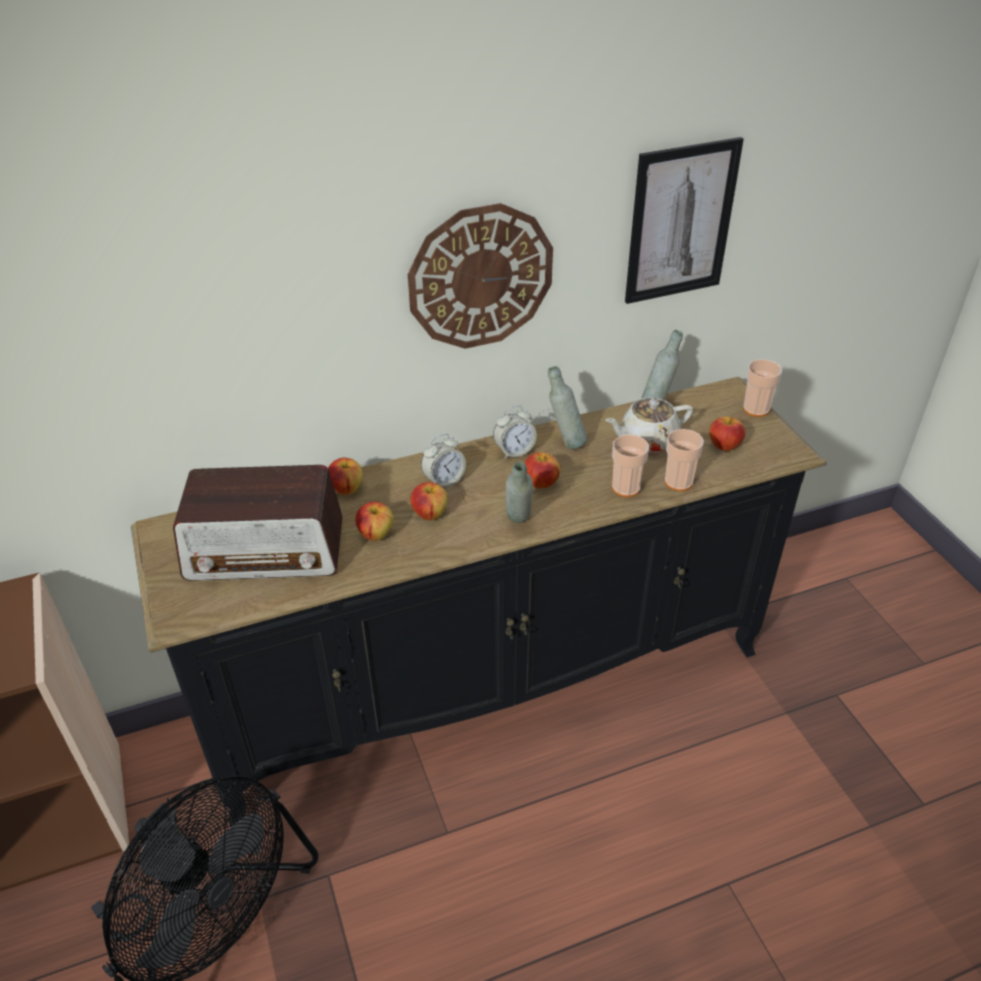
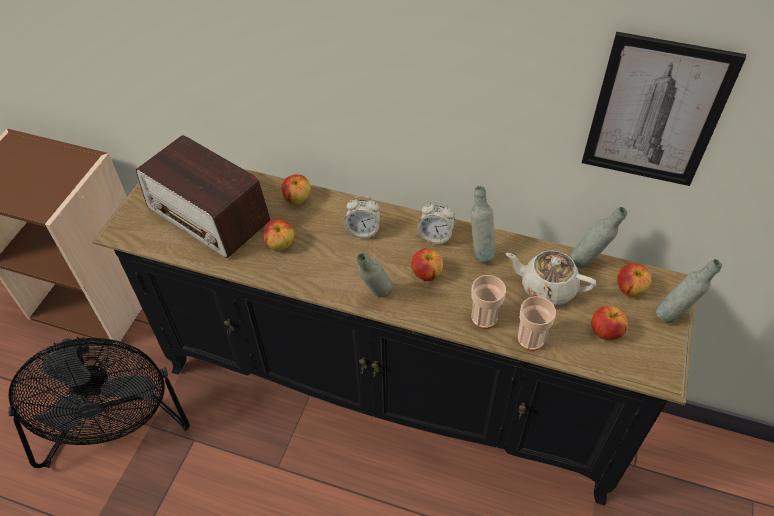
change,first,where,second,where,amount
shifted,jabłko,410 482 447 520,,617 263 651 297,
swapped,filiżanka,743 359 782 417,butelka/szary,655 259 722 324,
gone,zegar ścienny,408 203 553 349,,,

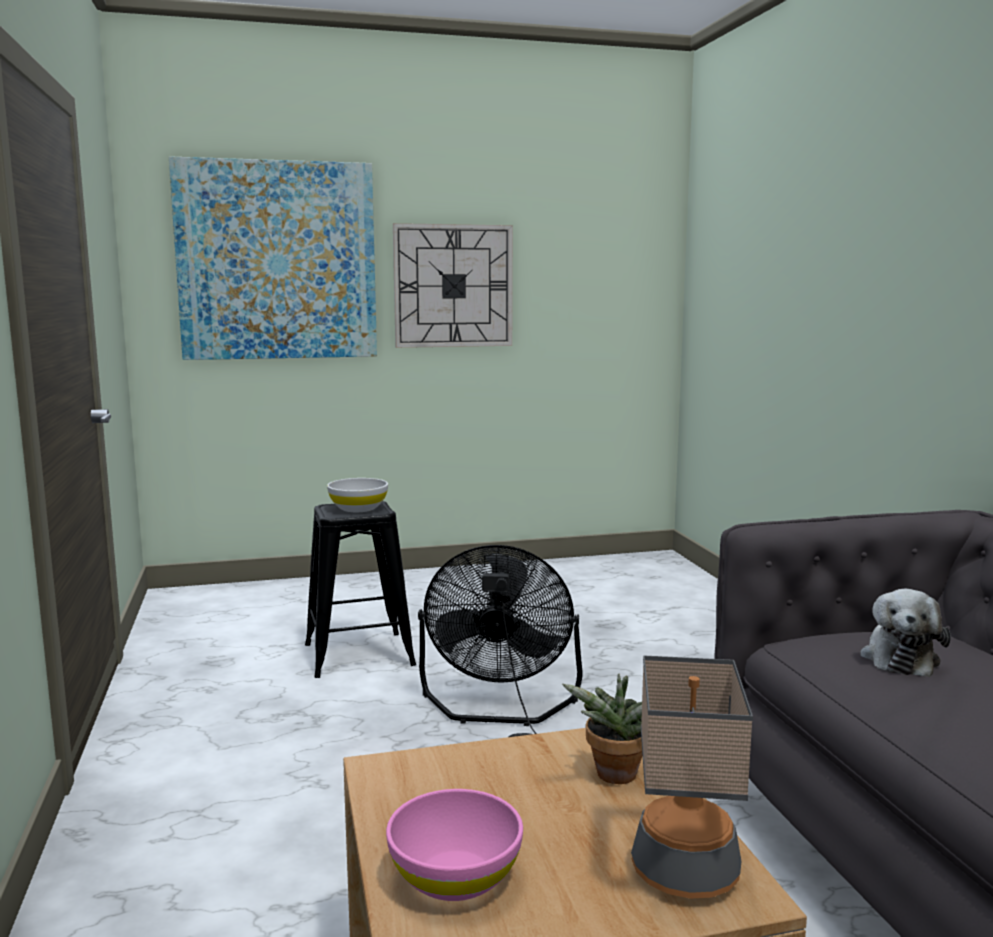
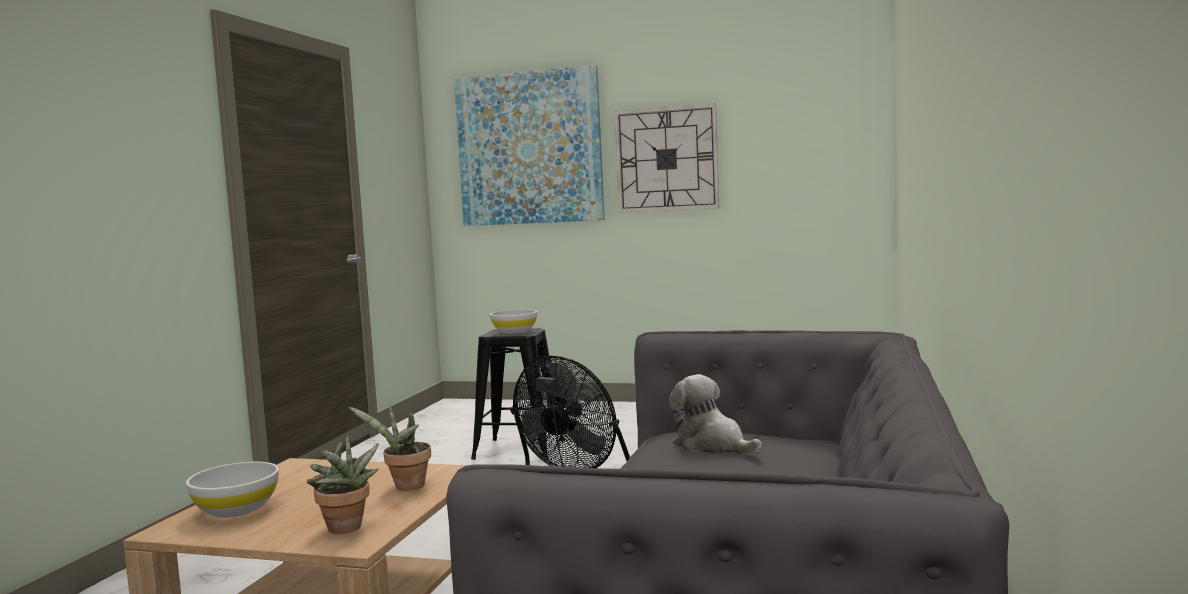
change,first,where,second,where,amount
repainted,miska/różowy,386 789 523 901,miska/biały,186 462 279 517,
swapped,lampa stołowa,631 655 753 899,roślina doniczkowa,307 435 379 534,
rotated,pluszak,860 589 951 677,,669 374 762 455,90 degrees clockwise

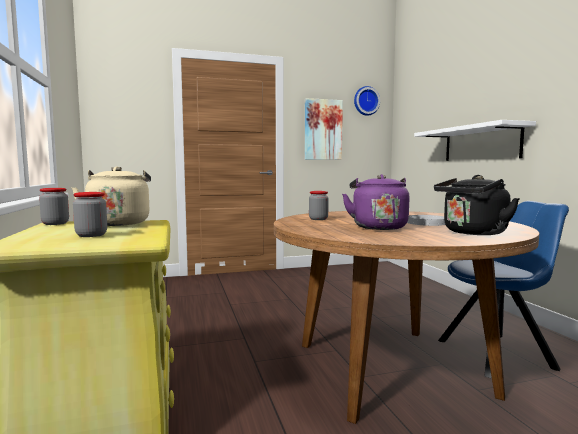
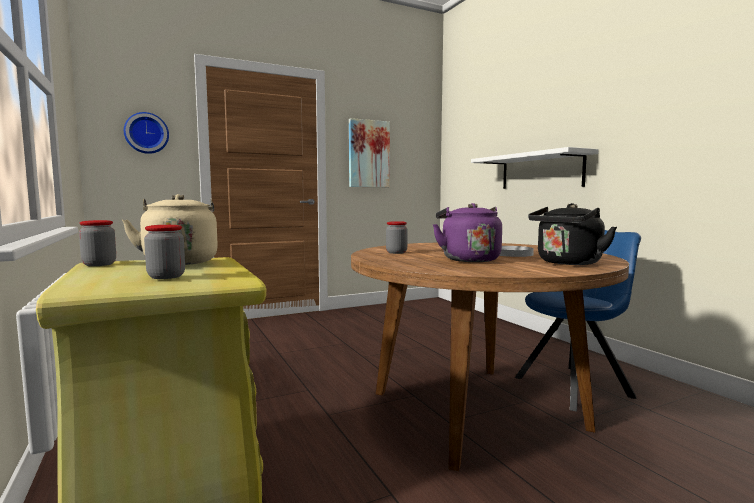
change,first,where,second,where,amount
shifted,zegar ścienny,354 86 380 116,,124 112 169 154,

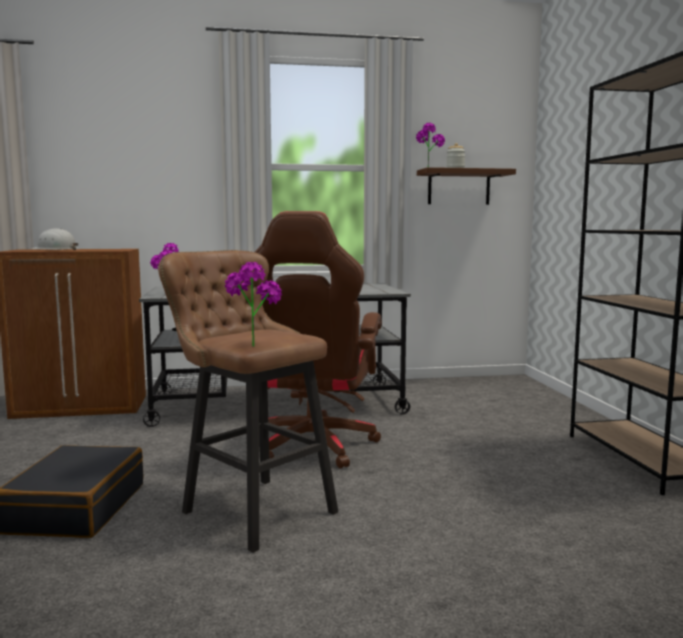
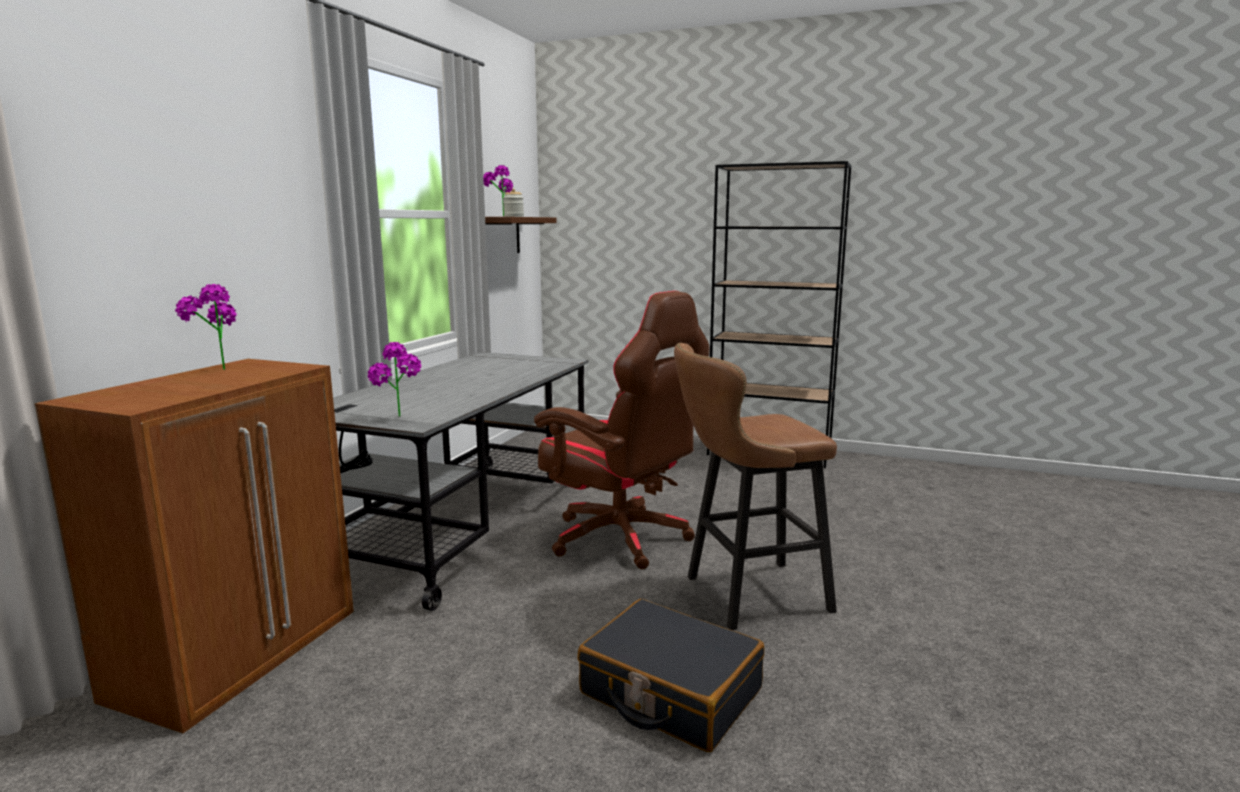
change,first,where,second,where,amount
shifted,roślina doniczkowa,225 262 282 347,,175 284 237 370,
gone,kask/biały,30 228 78 250,,,

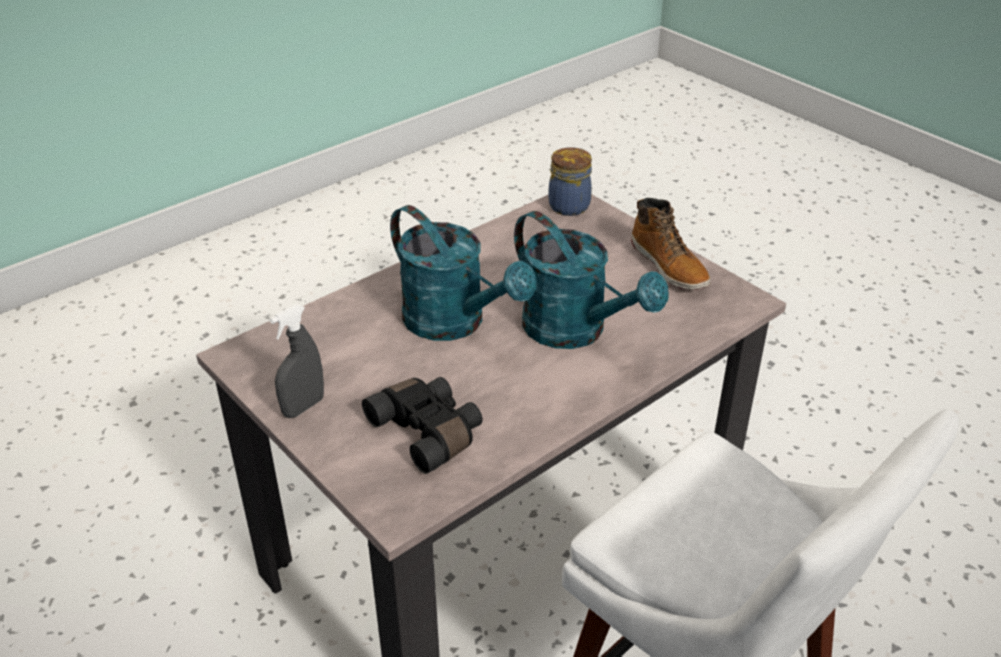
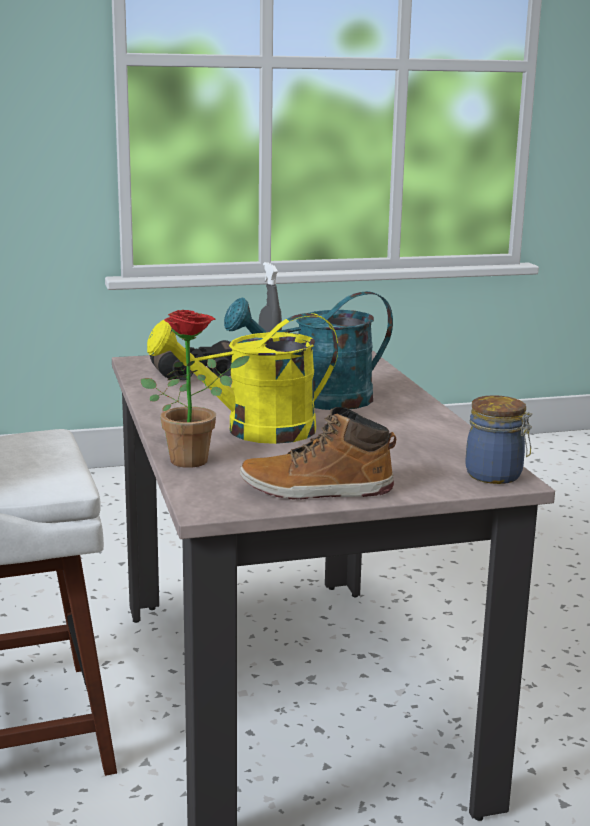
change,first,where,second,where,amount
new,,,roślina doniczkowa,141 310 250 468,
repainted,konewka/turkusowy,514 211 668 349,konewka/żółty,147 313 338 444,

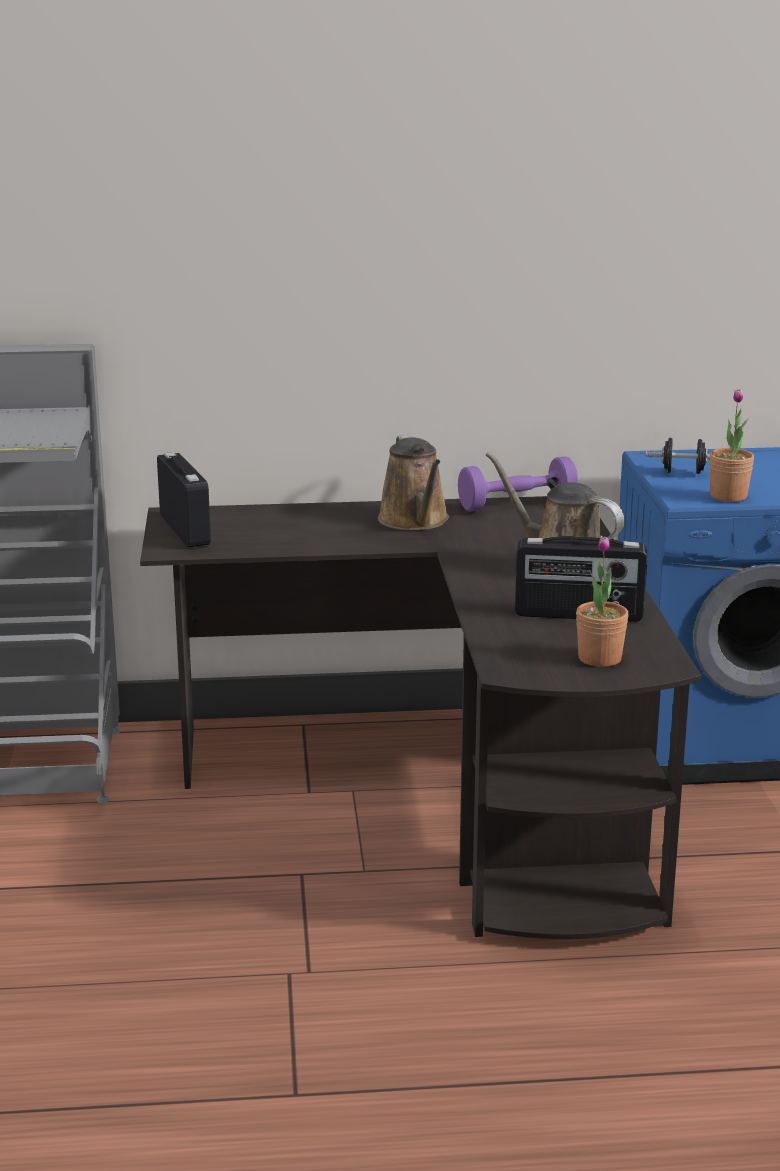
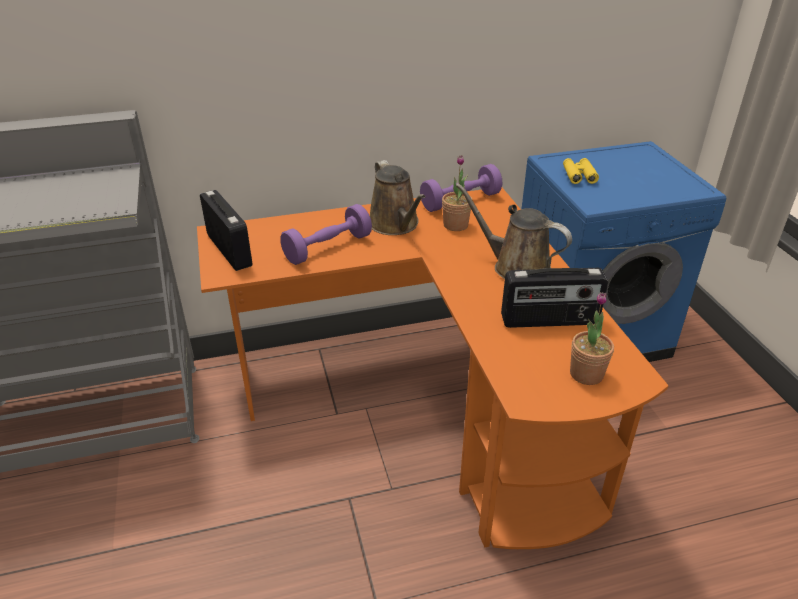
change,first,where,second,where,amount
repainted,biurko/czarny,140 496 701 939,biurko/pomarańczowy,197 188 669 549,
new,,,hantel/fioletowy,280 204 372 265,
shifted,roślina doniczkowa,709 389 754 502,,442 155 472 231,
swapped,hantel/czarny,646 438 710 474,lornetka/żółty,563 158 599 184,

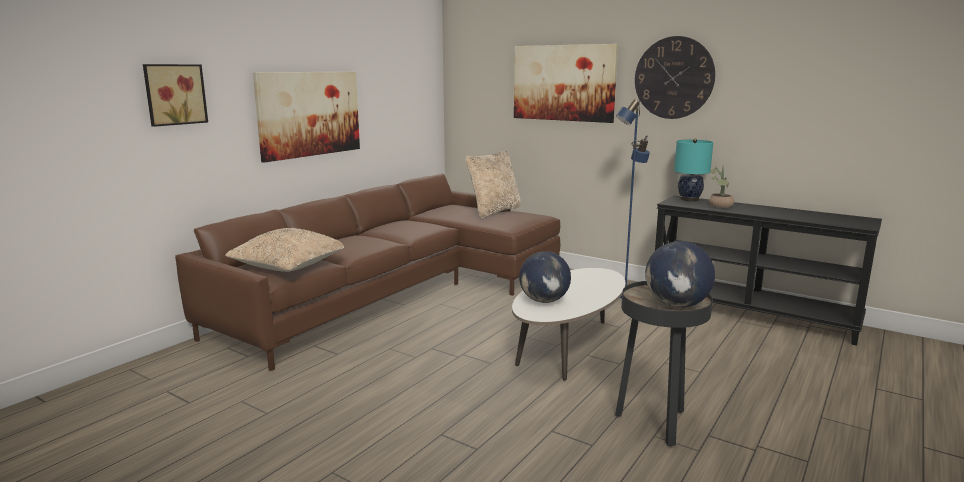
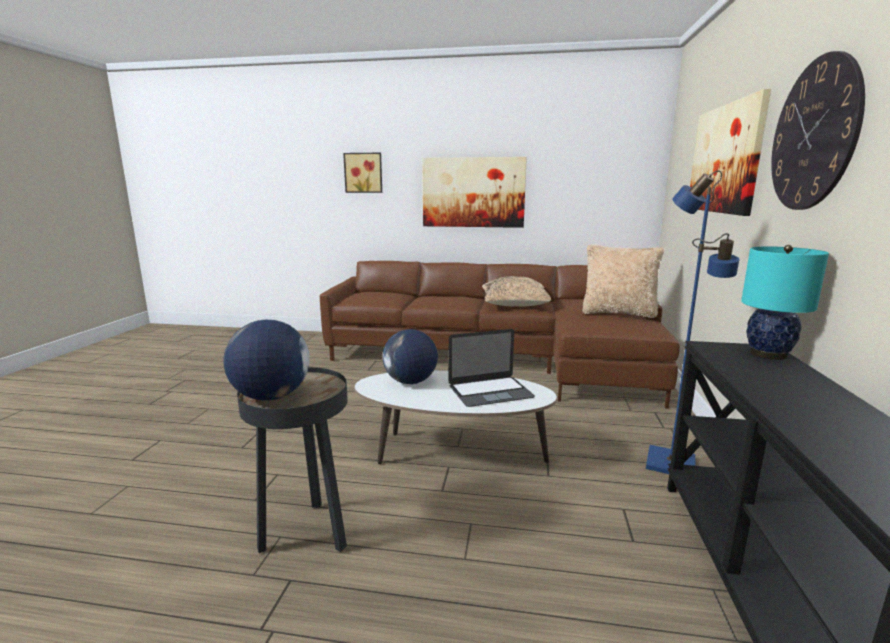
change,first,where,second,where,amount
new,,,laptop,449 329 535 407,
shifted,poduszka/beżowy,225 228 344 272,,482 276 552 307,
gone,roślina doniczkowa,709 165 734 208,,,

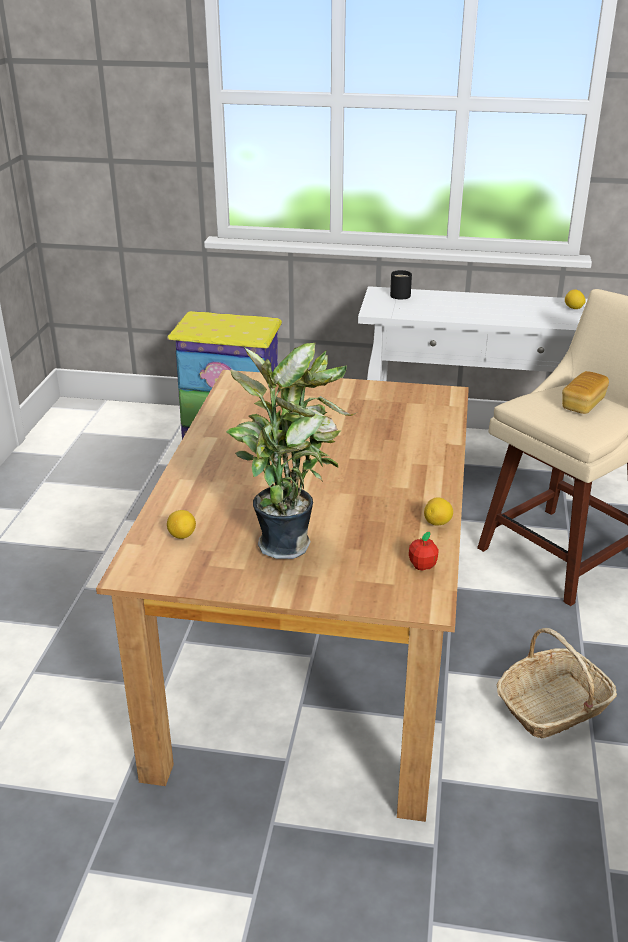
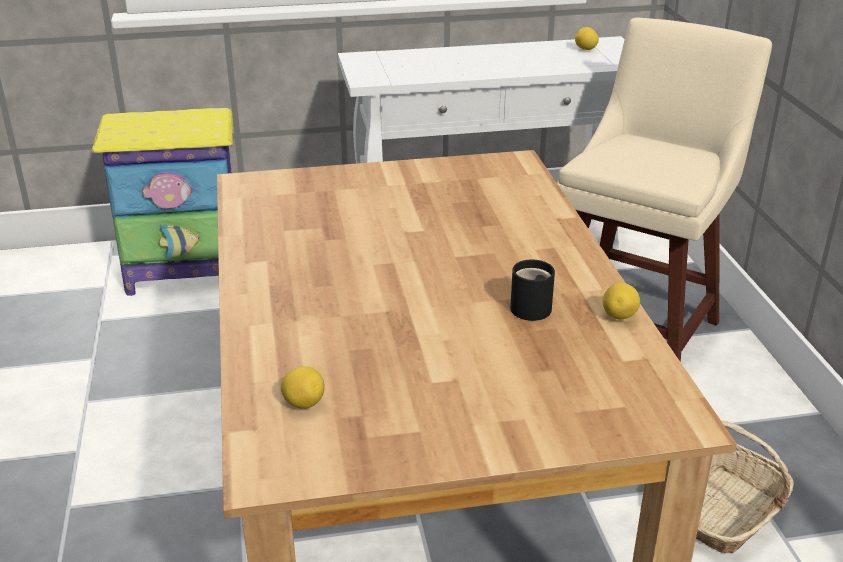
change,first,where,second,where,amount
shifted,kubek/czarny,390 270 412 299,,510 260 555 321,
gone,roślina doniczkowa,226 343 356 559,,,
gone,jabłko,409 532 439 570,,,
gone,chleb,562 371 609 414,,,

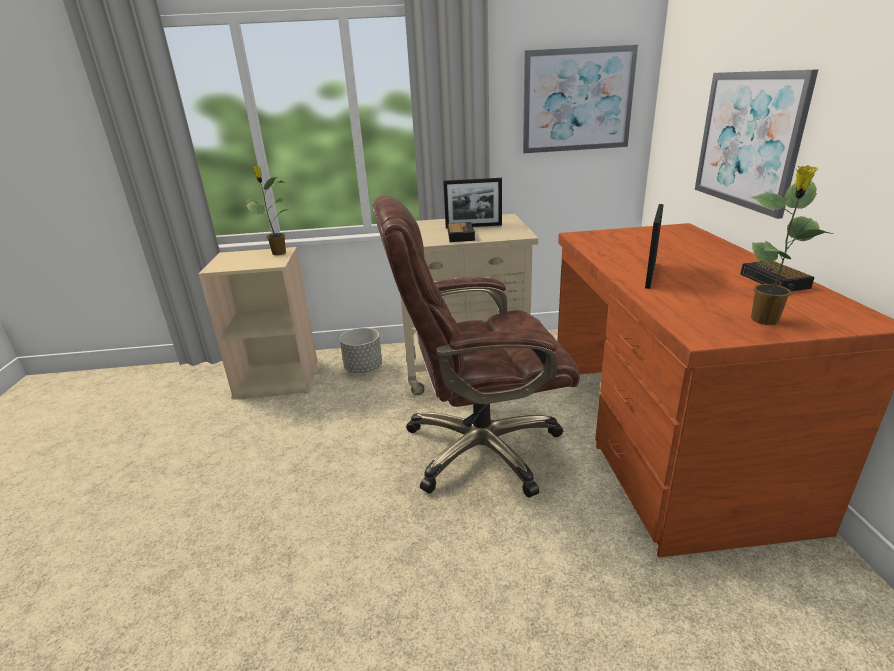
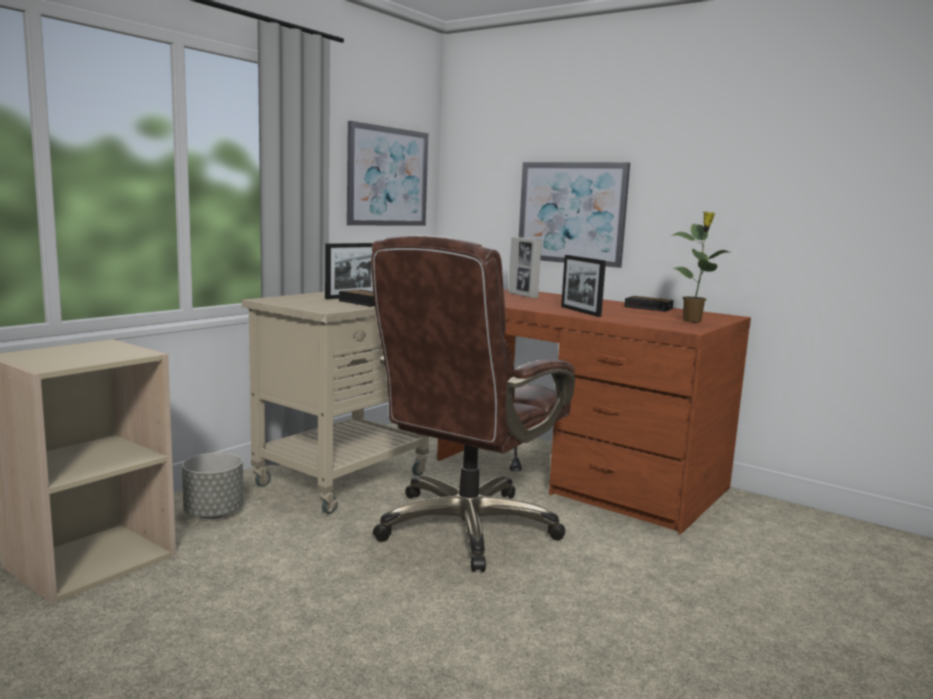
change,first,where,second,where,amount
new,,,ramka na zdjęcie,508 237 542 298,
gone,roślina doniczkowa,245 165 289 255,,,

